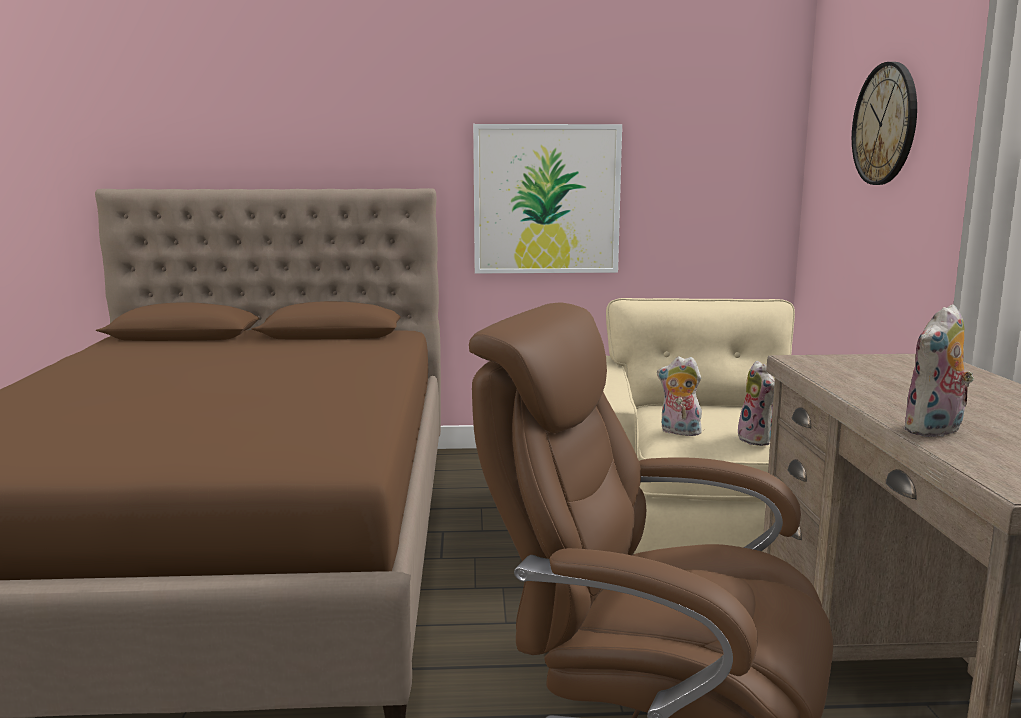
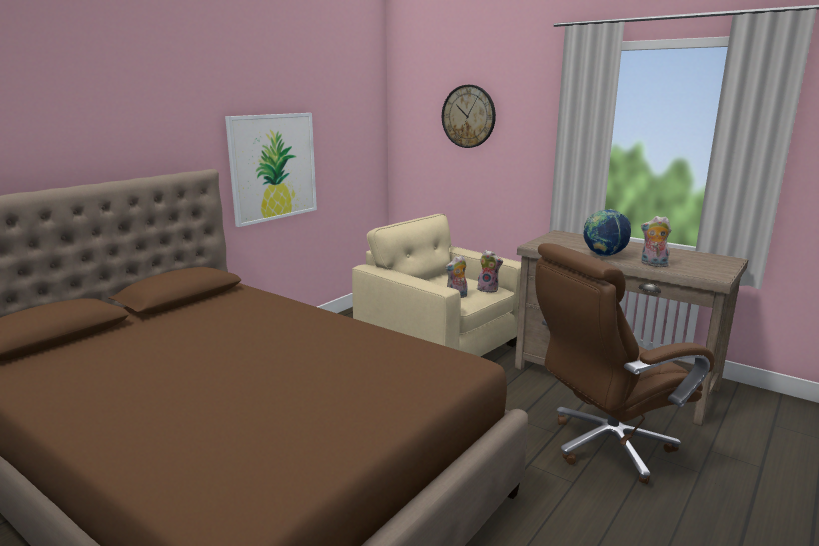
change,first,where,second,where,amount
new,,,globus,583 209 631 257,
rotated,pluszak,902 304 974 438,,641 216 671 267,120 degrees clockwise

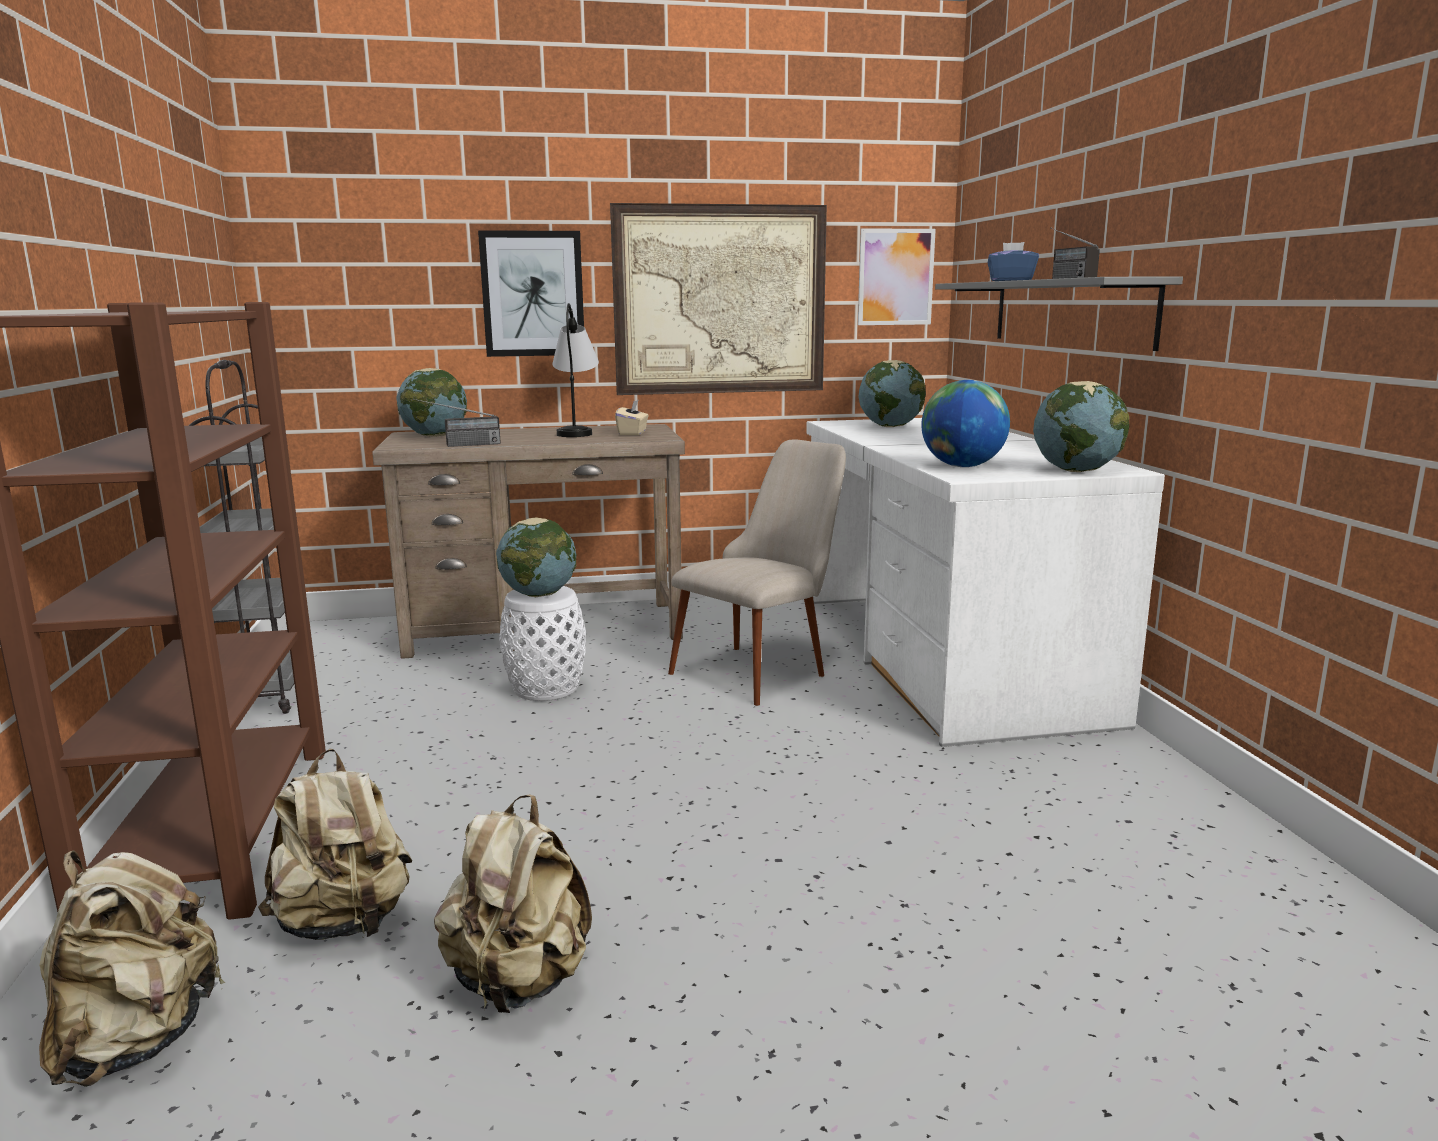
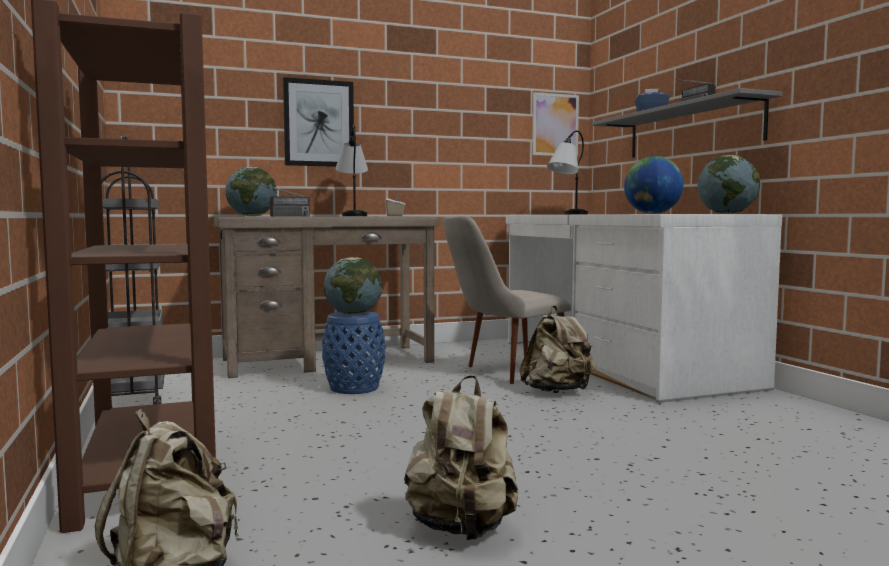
change,first,where,second,where,amount
repainted,stołek/biały,500 586 586 701,stołek/niebieski,322 311 386 394,
rotated,krzesło/beżowy,668 440 846 706,,442 216 571 384,150 degrees counterclockwise
shifted,plecak/beżowy,258 748 412 940,,519 306 596 393,
swapped,globus,858 360 926 427,lampa stołowa,547 131 588 215,
gone,obraz,610 203 827 395,,,

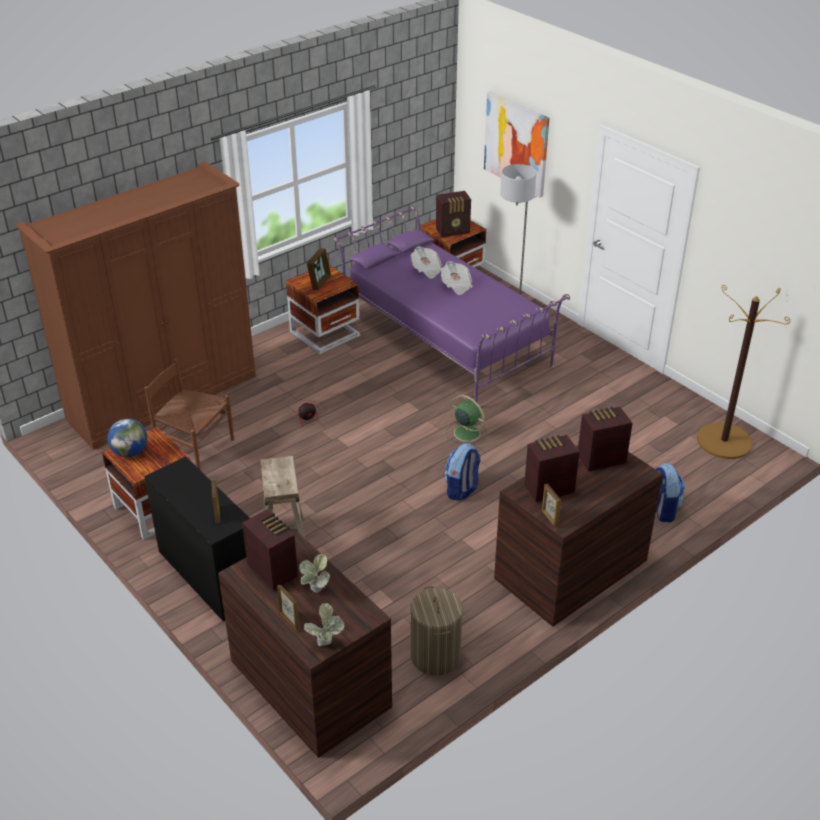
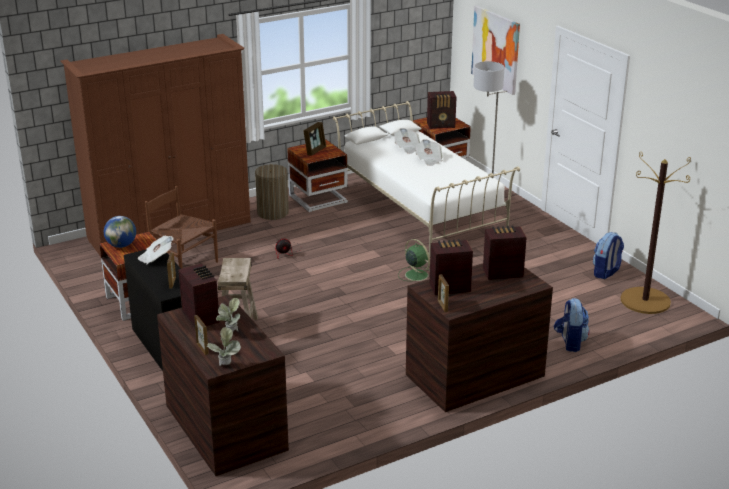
change,first,where,second,where,amount
new,,,gazeta,138 235 173 264,
shifted,kosz na pranie,410 586 463 676,,255 164 289 220,
repainted,łóżko/fioletowy,334 206 570 402,łóżko/biały,333 101 520 257,
shifted,plecak,444 443 481 501,,593 232 624 279,

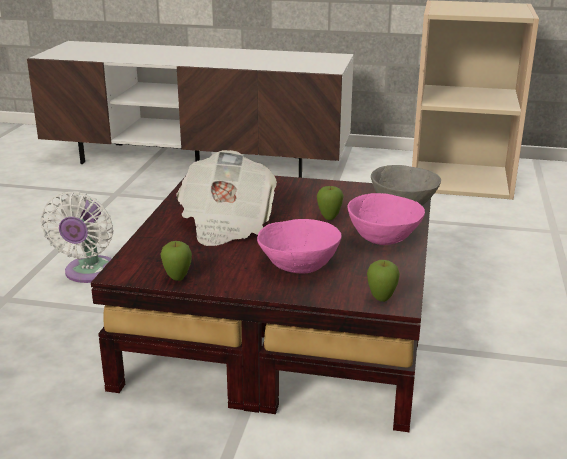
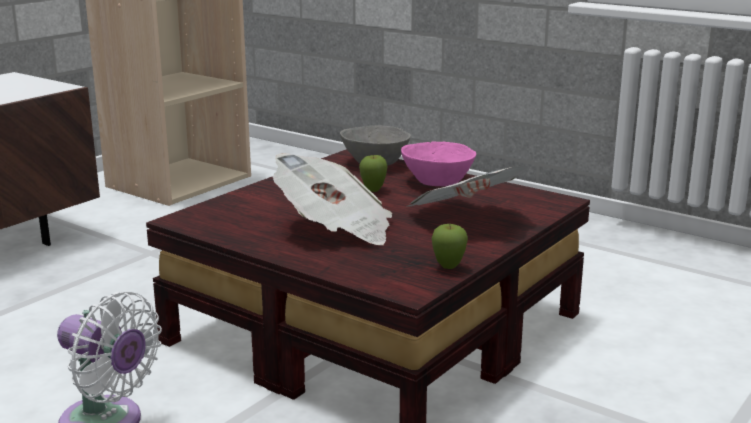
change,first,where,second,where,amount
swapped,miska/różowy,257 219 341 273,gazeta,408 166 528 207,
gone,jabłko,367 260 400 302,,,

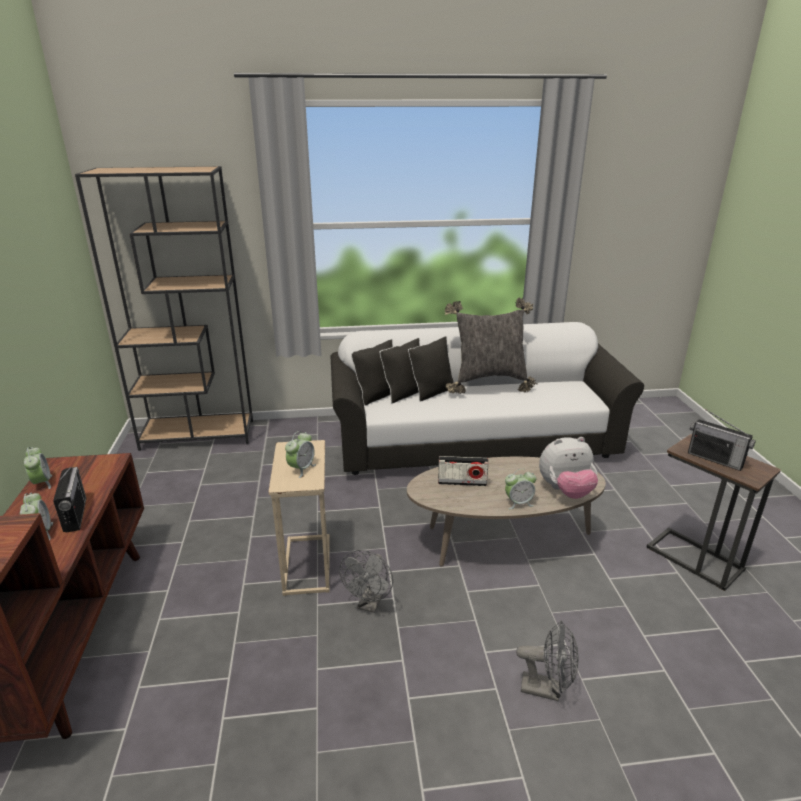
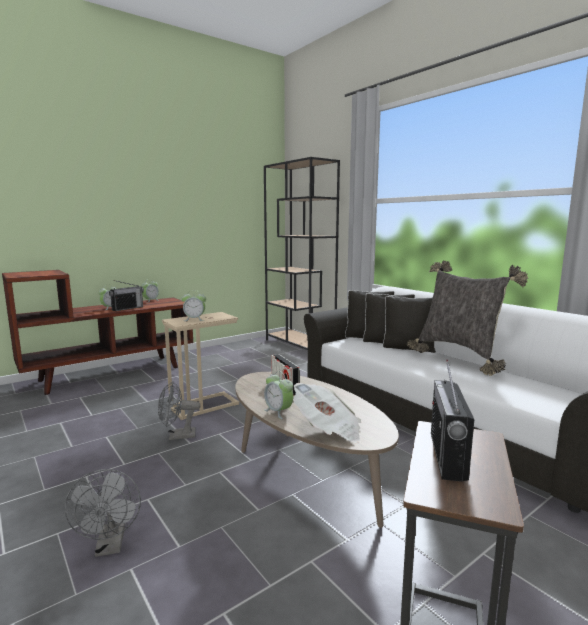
change,first,where,second,where,amount
swapped,pluszak,539 437 598 499,gazeta,293 383 361 443,

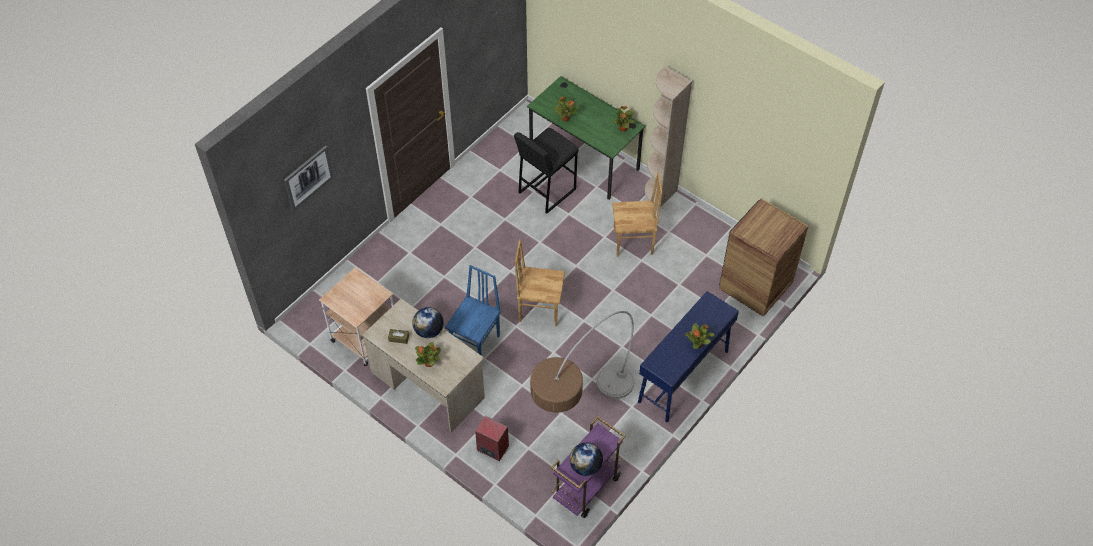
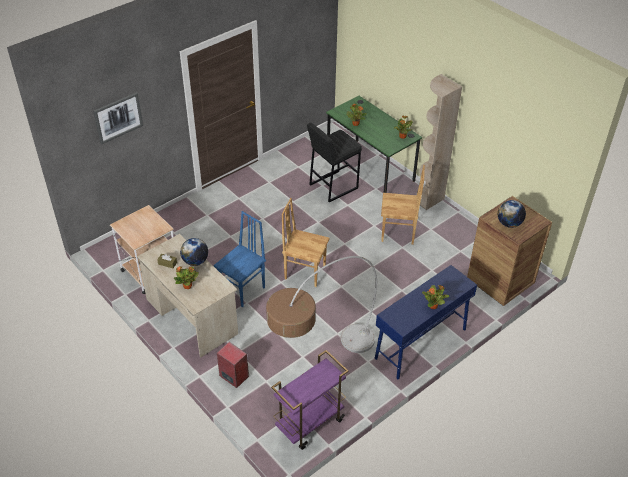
change,first,where,second,where,amount
shifted,globus,570 442 603 476,,498 200 526 228,

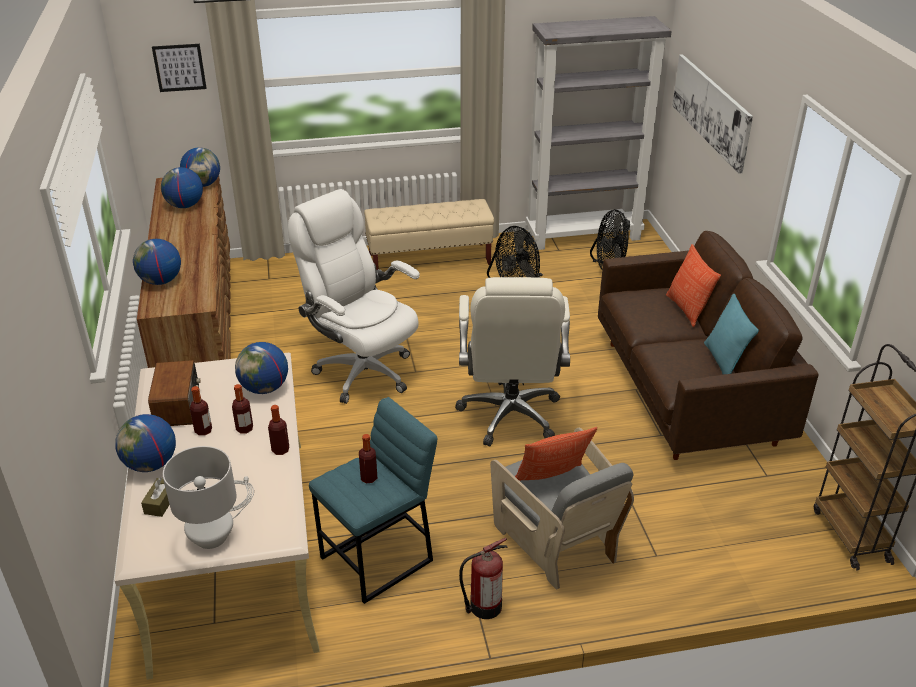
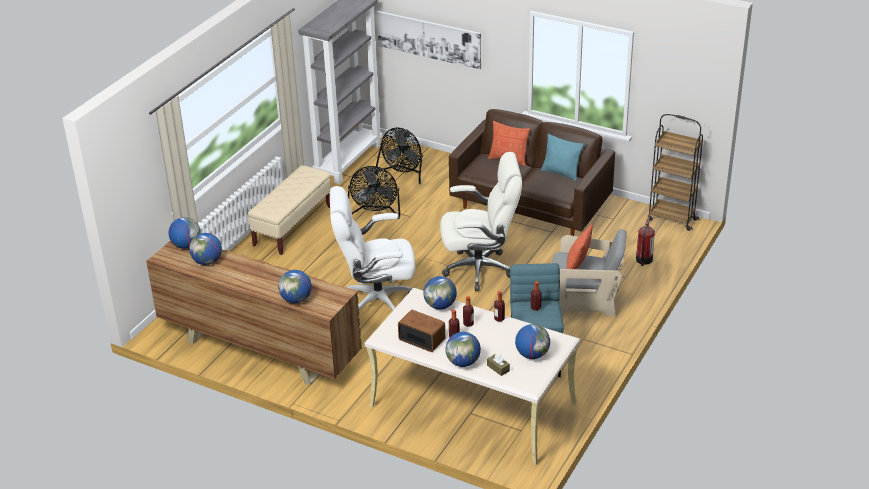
change,first,where,second,where,amount
rotated,krzesło biurowe/biały,455 277 570 447,,440 152 522 291,45 degrees counterclockwise
swapped,lampa stołowa/biały,163 446 254 549,globus,515 324 550 359,
shifted,gaśnica,459 538 507 619,,636 215 655 266,
gone,obraz,152 44 207 92,,,

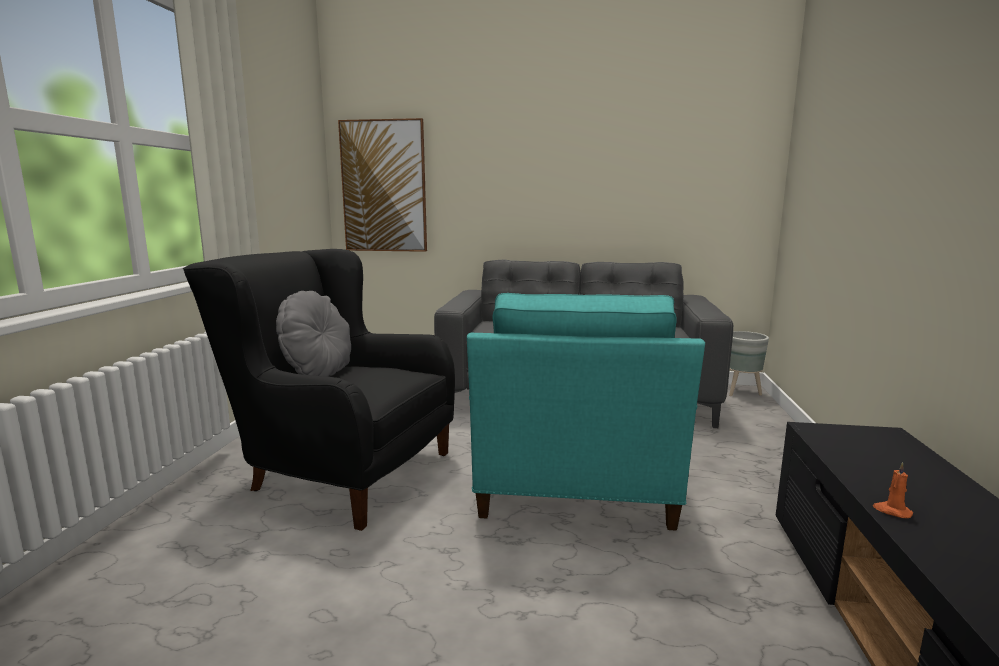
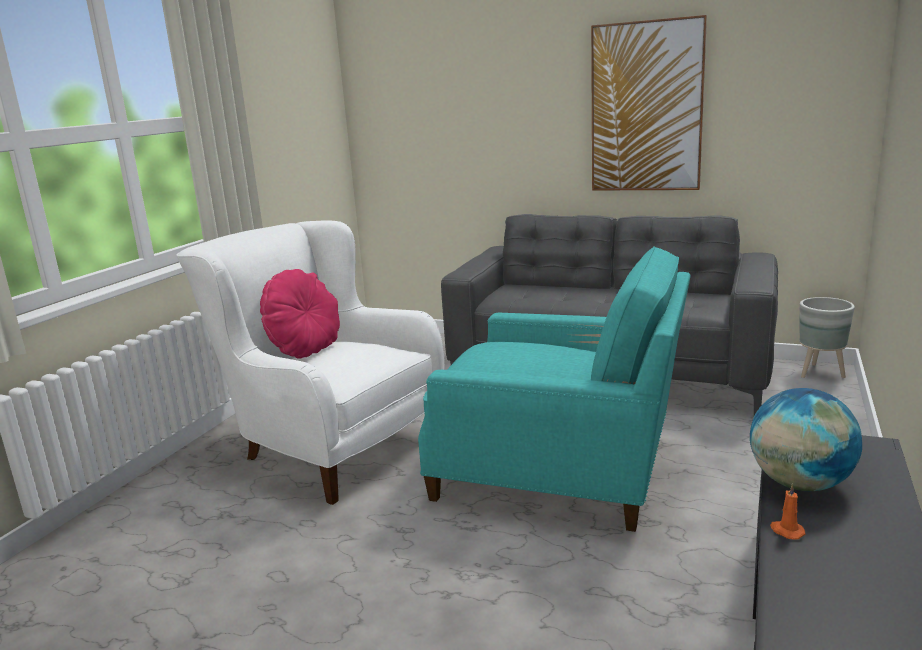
change,first,where,second,where,amount
repainted,fotel/czarny,183 249 455 531,fotel/biały,176 220 445 505,
repainted,poduszka/szary,276 291 351 377,poduszka/różowy,260 269 340 359,
rotated,fotel/turkusowy,467 293 705 531,,418 246 691 532,90 degrees counterclockwise
shifted,obraz,338 118 427 252,,591 15 707 191,
new,,,globus,750 388 862 491,

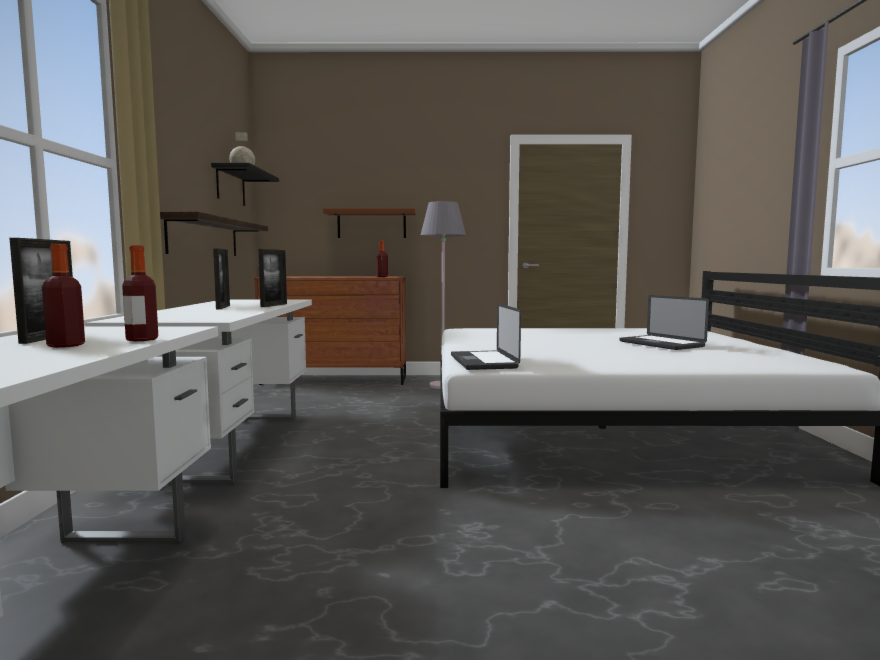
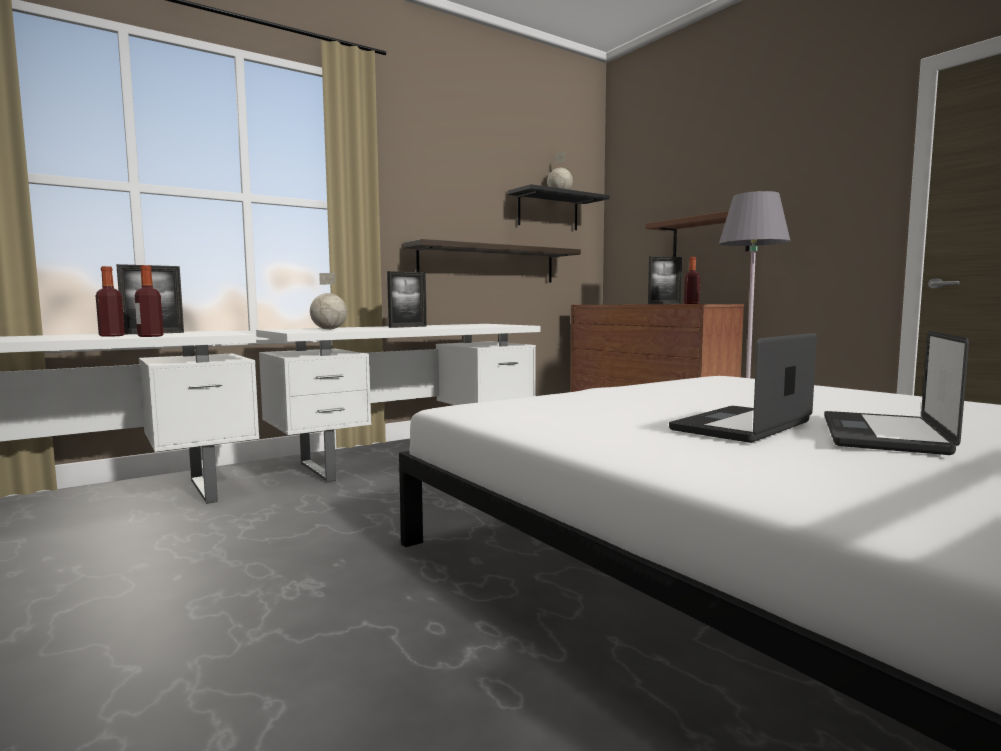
change,first,where,second,where,amount
new,,,globus,310 273 347 330,
shifted,ramka na zdjęcie,258 249 287 307,,648 256 682 304,
shifted,laptop,451 303 521 370,,669 333 817 443,

